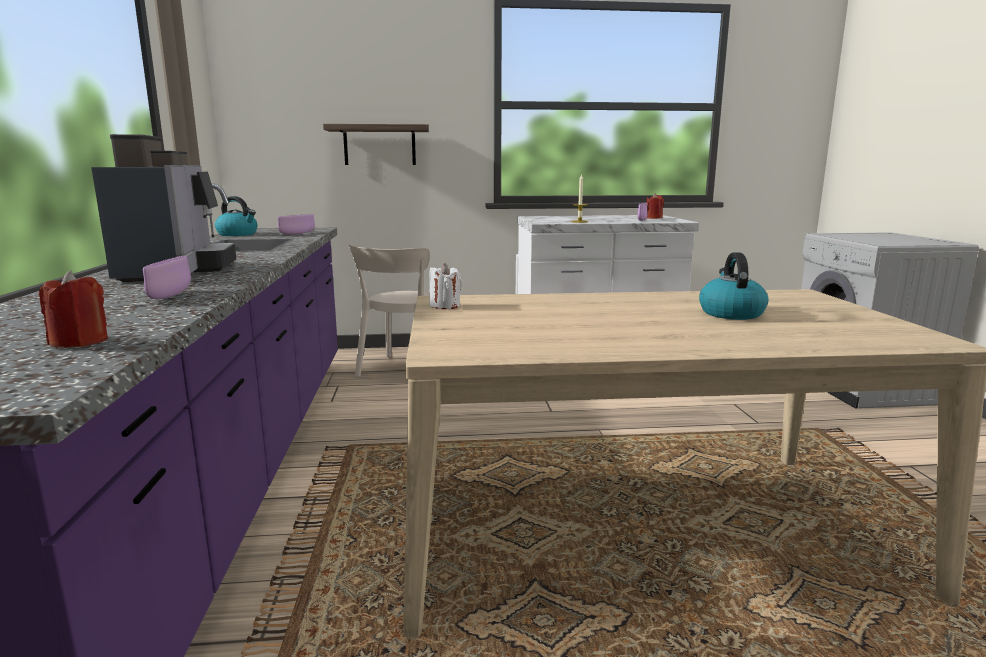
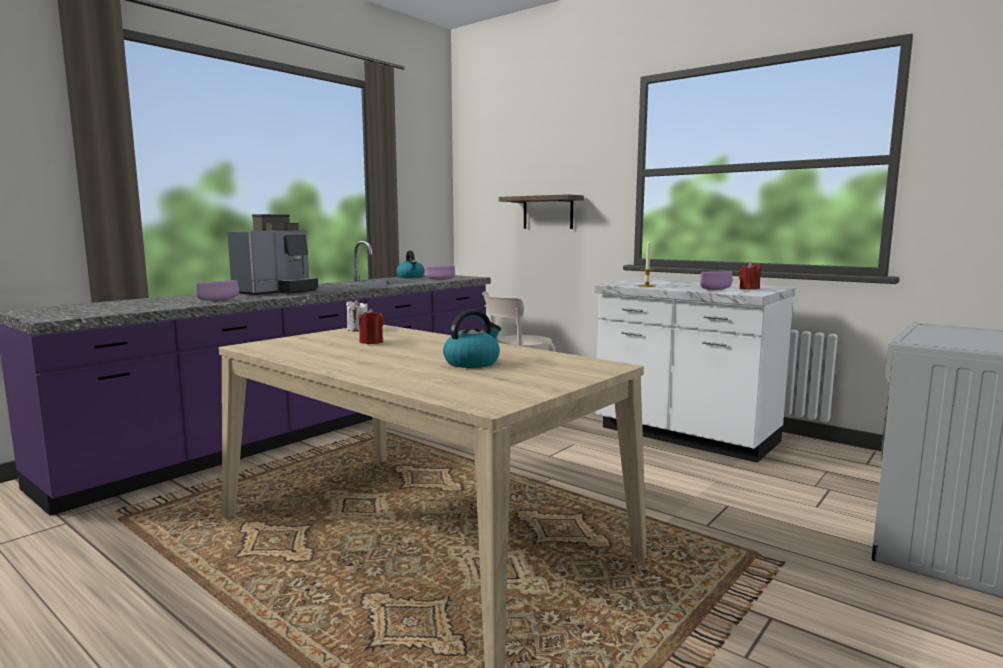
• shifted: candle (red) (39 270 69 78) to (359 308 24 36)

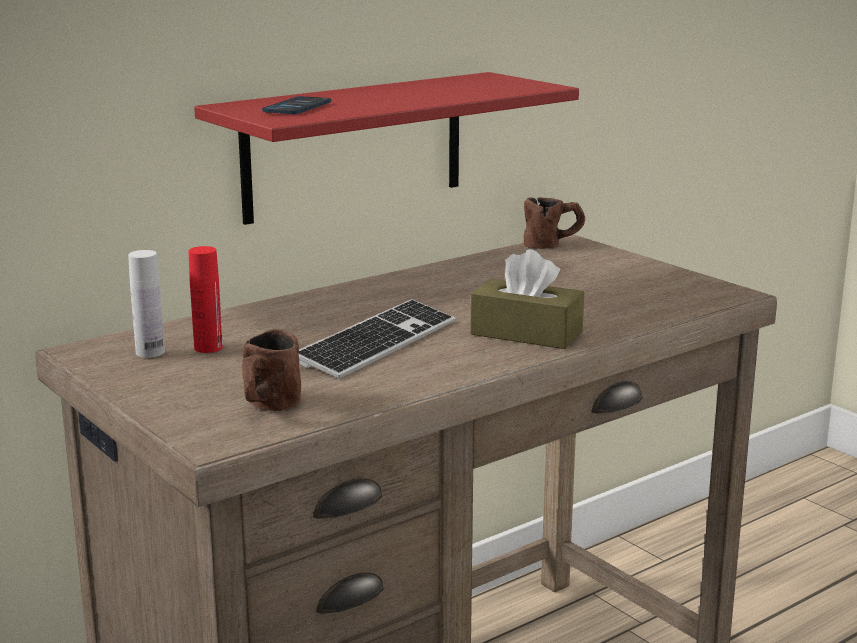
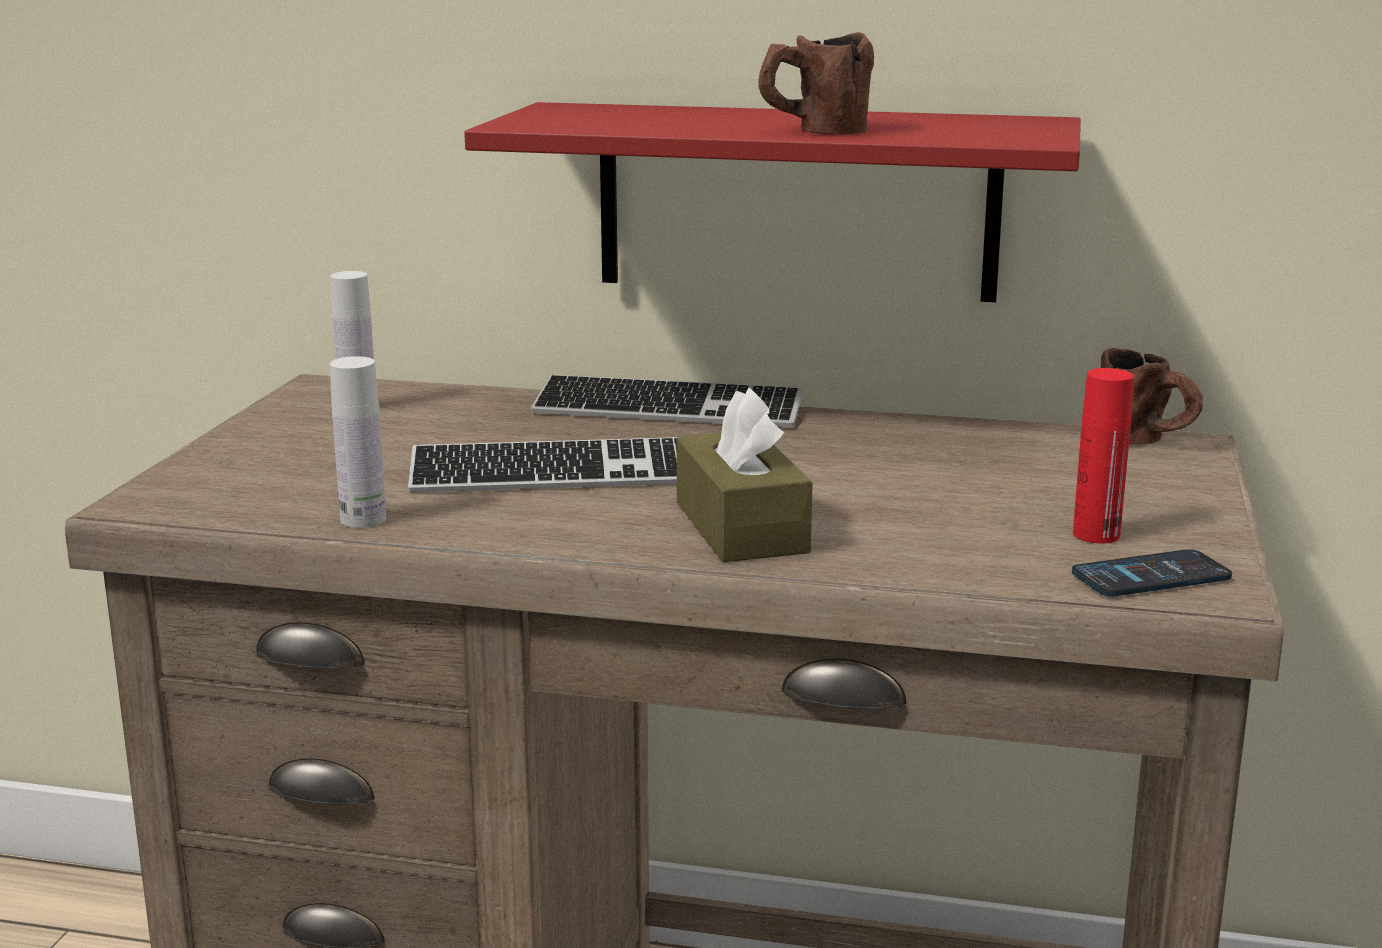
• shifted: bottle (red) (189 246 34 107) to (1073 368 61 176)
• shifted: mug (brown) (242 329 59 82) to (758 32 116 102)
• shifted: phone (262 96 69 18) to (1072 549 160 48)
• new: bottle (white) (330 356 56 172)
• new: keyboard (531 375 272 53)

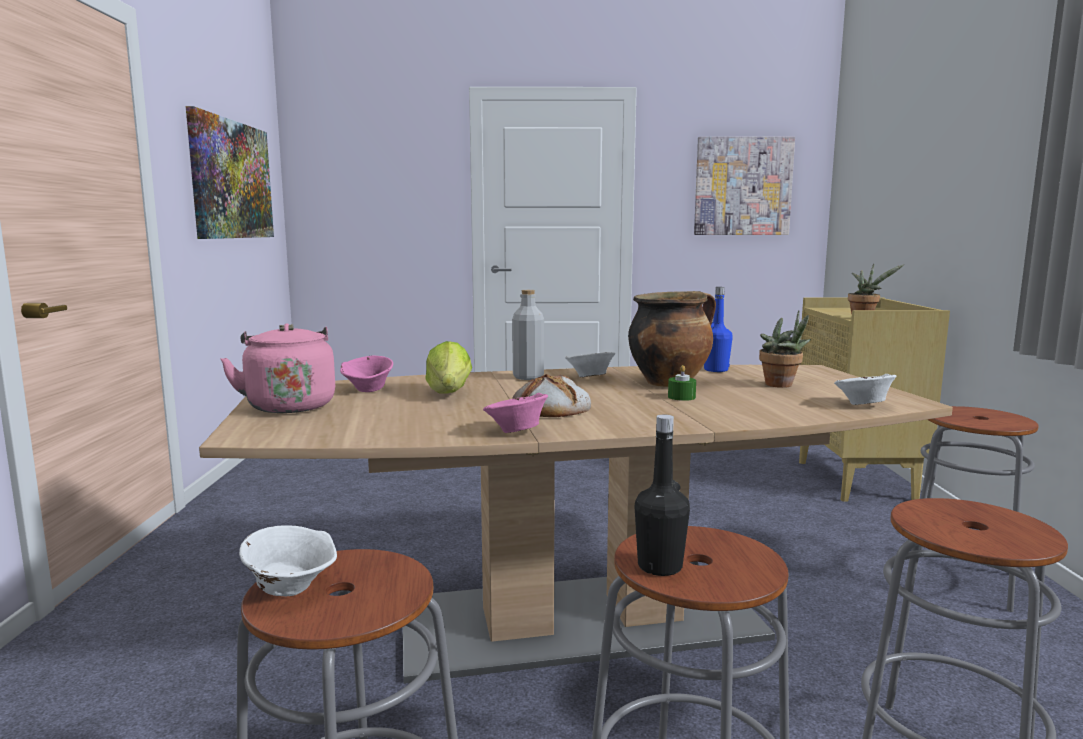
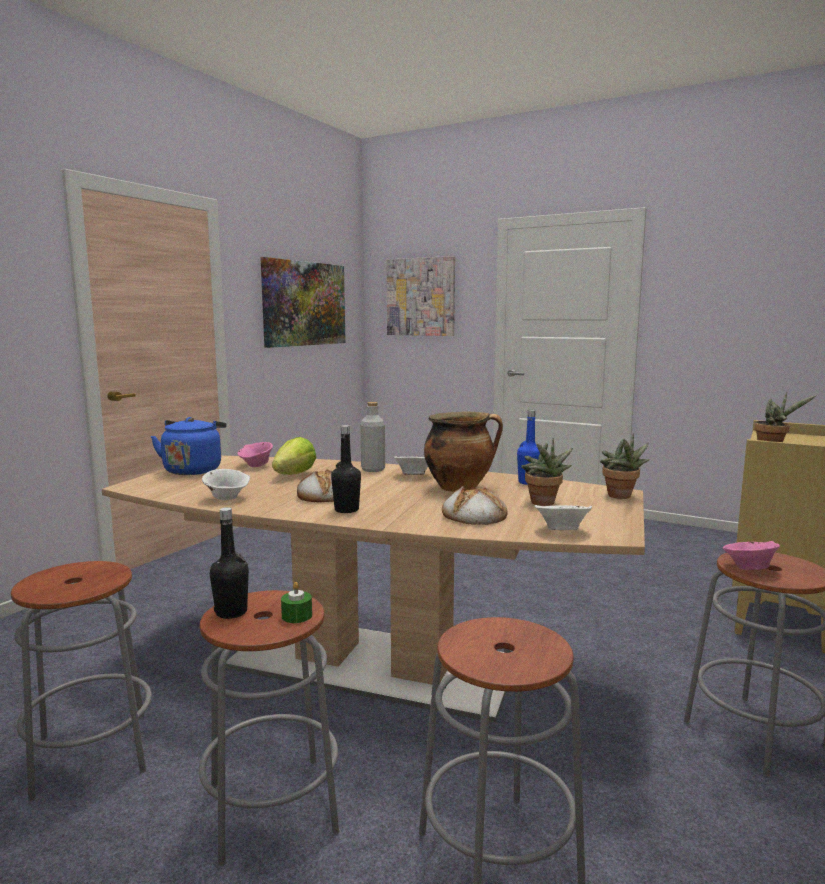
• repainted: kettle (pink) (220 324 115 89) to kettle (blue) (151 417 75 58)
• shifted: bowl (white) (239 526 98 70) to (202 469 48 31)
• shifted: bowl (pink) (483 393 65 40) to (723 541 57 29)
• shifted: candle (green) (668 365 28 36) to (281 582 31 41)
• shifted: picture (694 137 101 98) to (387 256 68 80)
• new: bottle (black) (331 425 30 88)
• new: bread (442 486 65 39)
• new: potted plant (600 433 50 66)

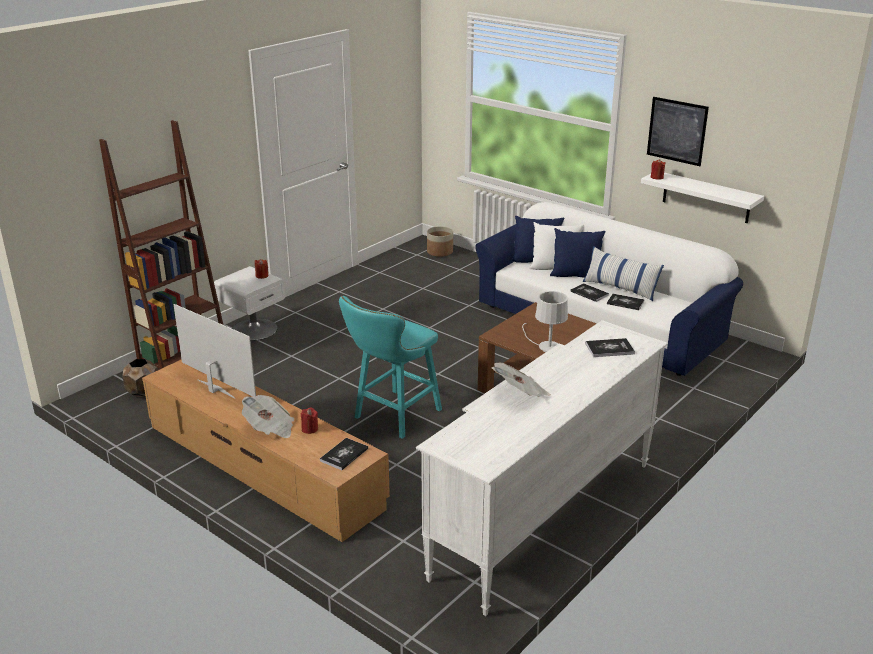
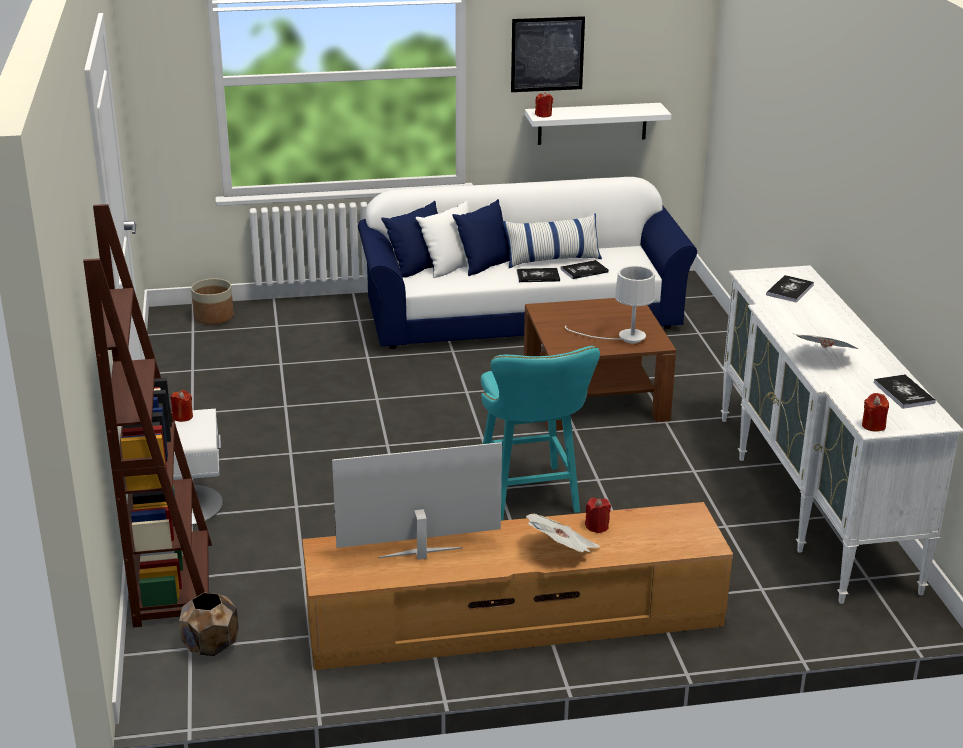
• shifted: book (320 438 48 32) to (873 374 63 35)
• new: candle (red) (862 393 27 39)

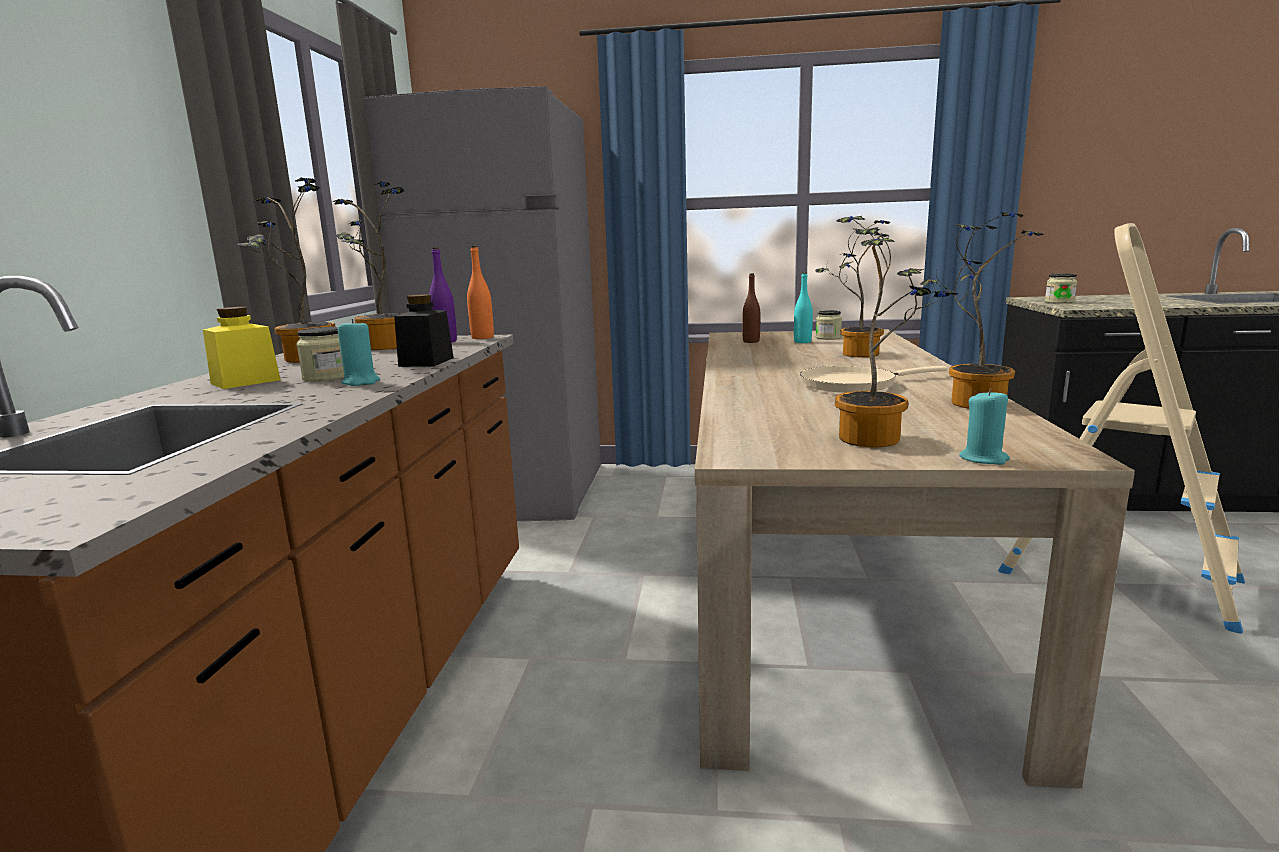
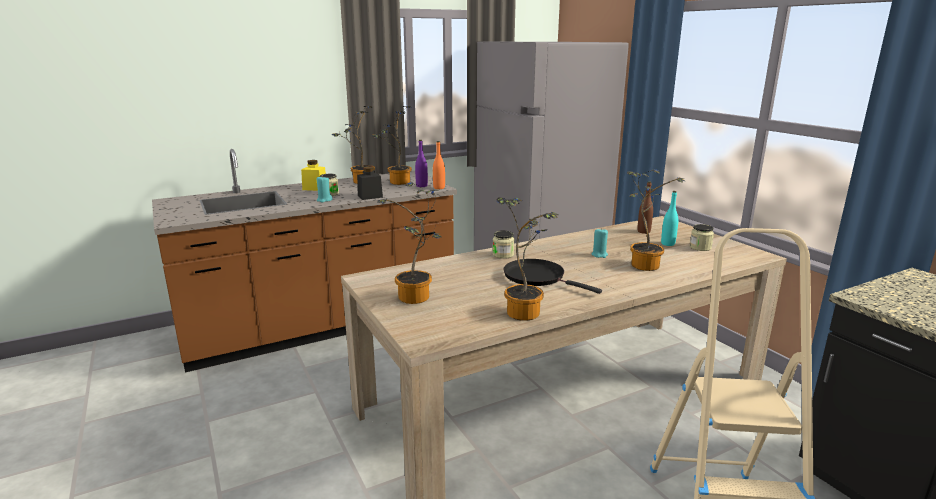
• repainted: frying pan (beige) (800 366 148 27) to frying pan (black) (503 259 99 35)
• shifted: candle (turquoise) (959 389 51 76) to (591 229 17 29)
• shifted: jar (1045 273 32 31) to (493 231 22 28)

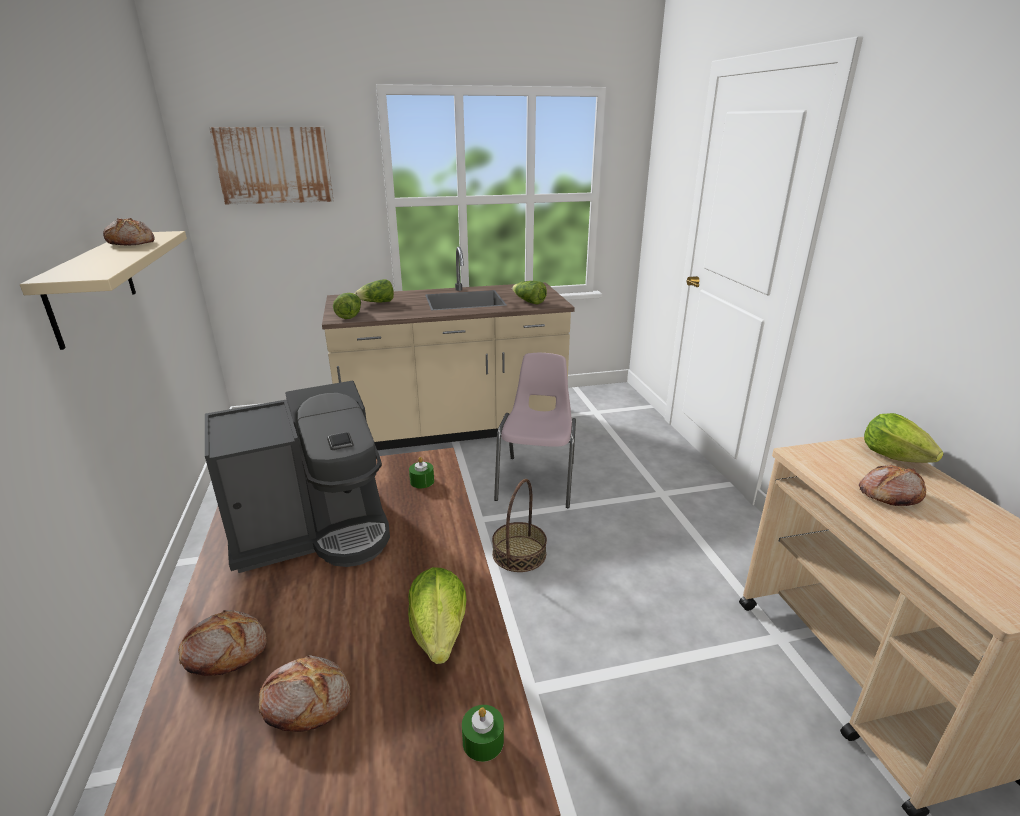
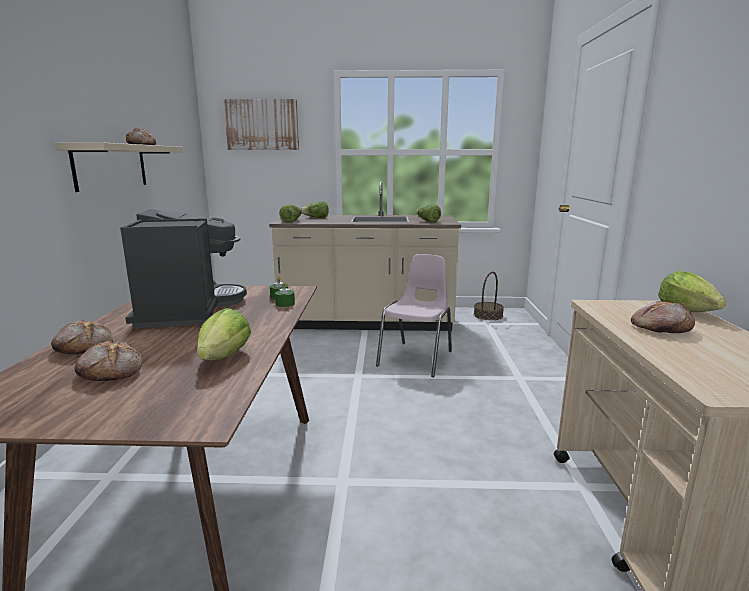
• rotated: coffee machine (205 380 185 193) = (120 209 127 120) 90 degrees counterclockwise
• shifted: candle (green) (462 705 42 57) to (275 282 20 25)
• shifted: basket (492 479 55 93) to (474 272 30 48)

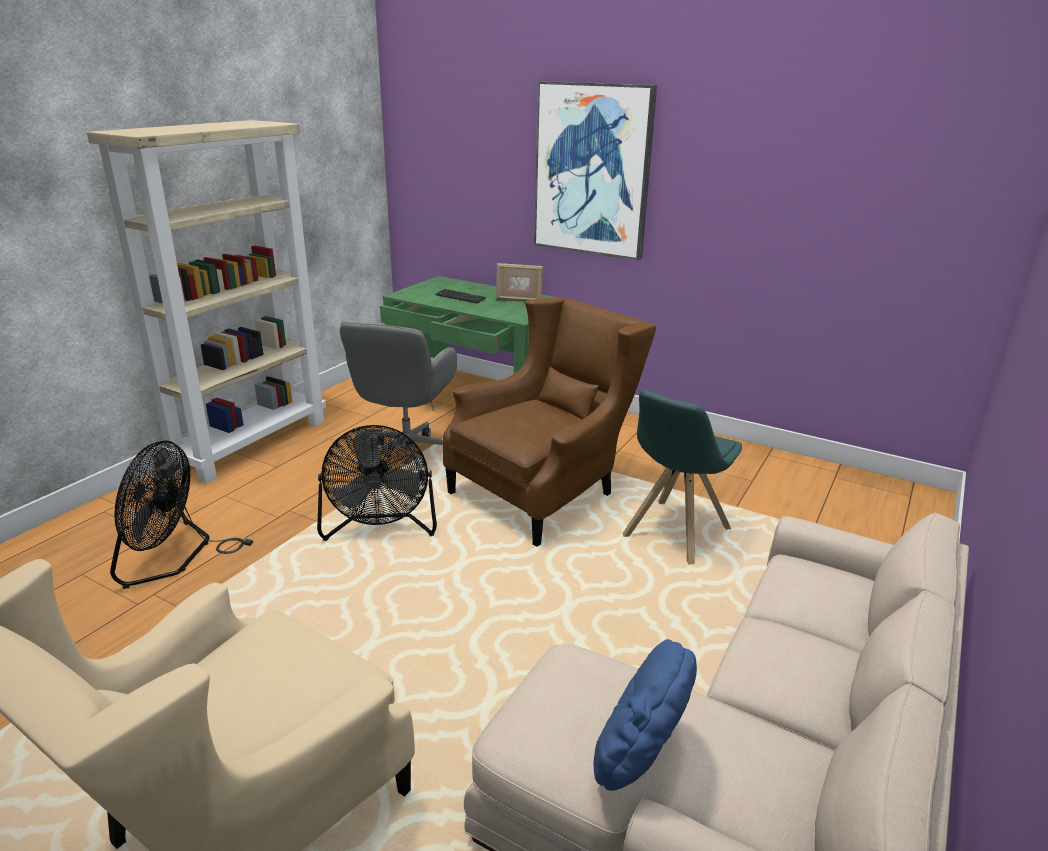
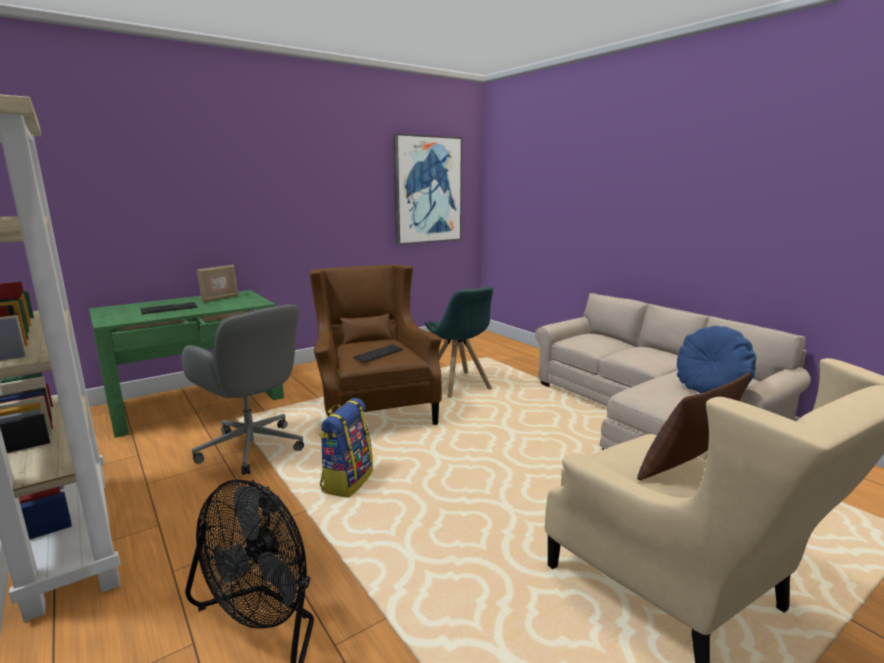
• swapped: fan (black) (317 425 120 116) to backpack (319 398 54 100)
• shifted: picture (534 81 123 179) to (393 133 69 112)
• new: keyboard (354 344 49 19)
• new: pillow (brown) (637 372 114 109)

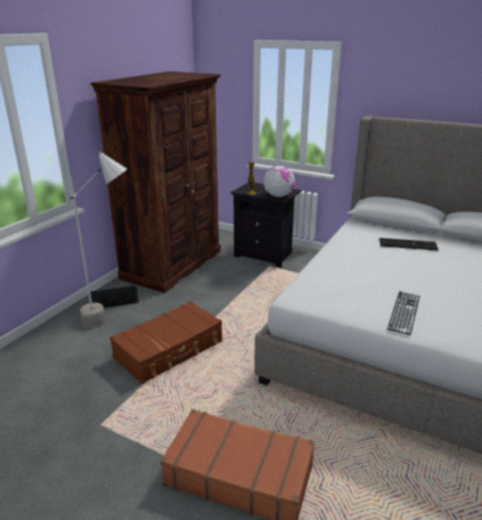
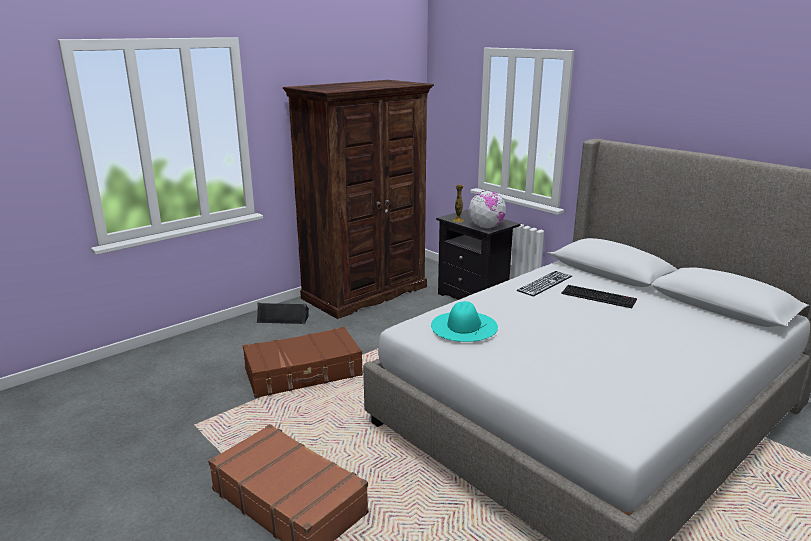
• gone: floor lamp (grey) (66 151 61 177)
• shifted: keyboard (387 291 33 44) to (516 271 56 26)
• new: hat (turquoise) (431 301 67 41)

